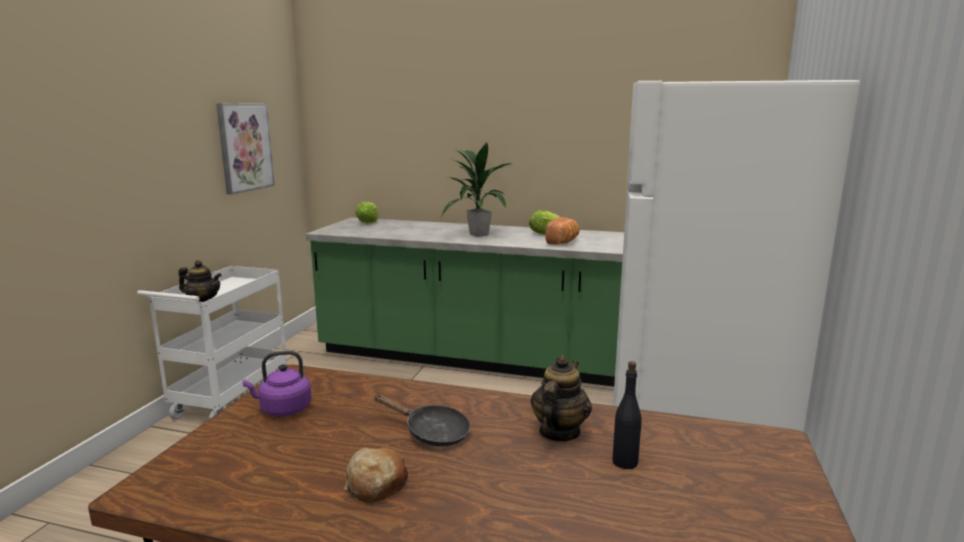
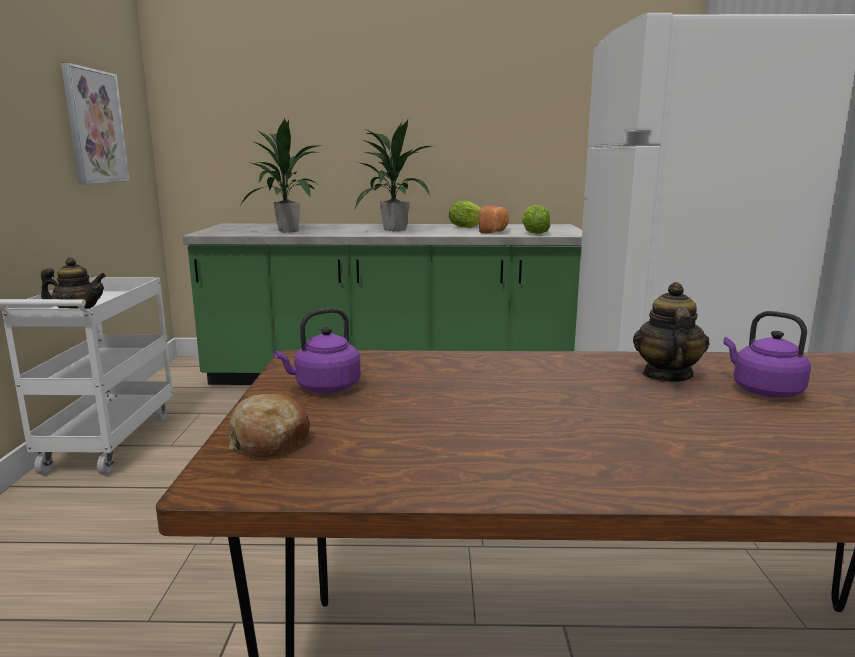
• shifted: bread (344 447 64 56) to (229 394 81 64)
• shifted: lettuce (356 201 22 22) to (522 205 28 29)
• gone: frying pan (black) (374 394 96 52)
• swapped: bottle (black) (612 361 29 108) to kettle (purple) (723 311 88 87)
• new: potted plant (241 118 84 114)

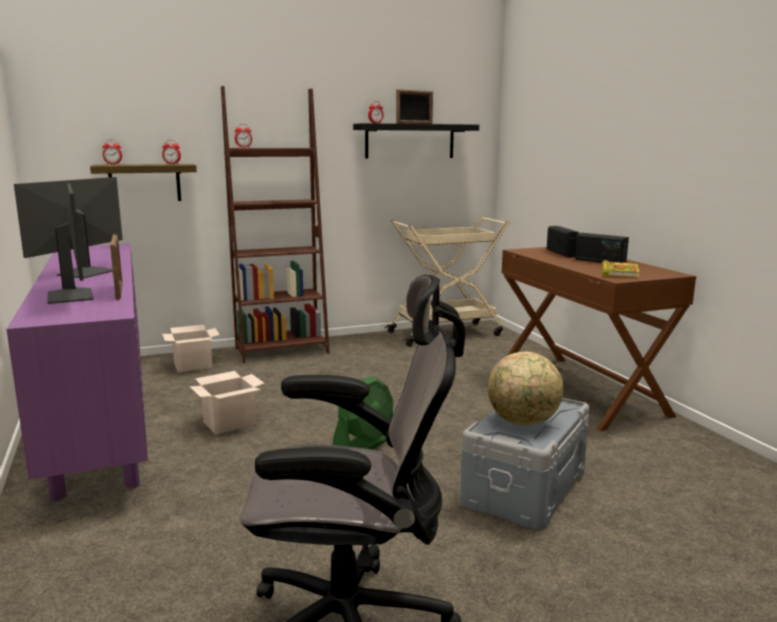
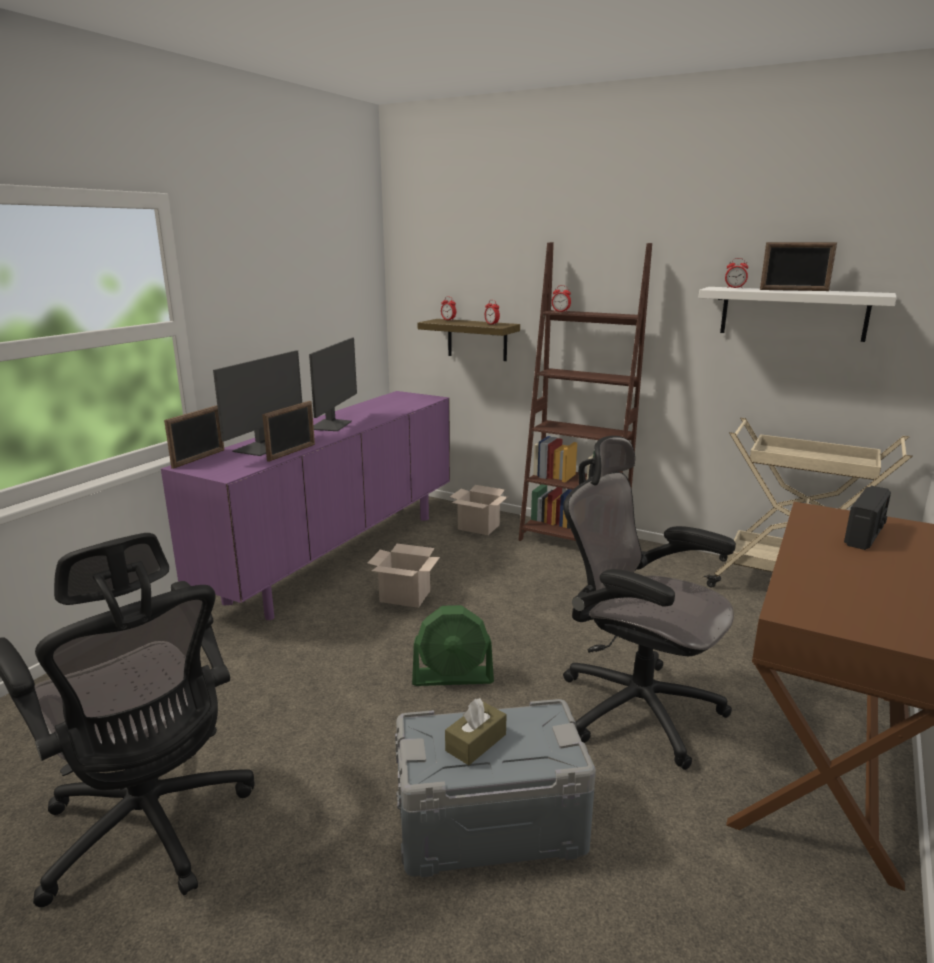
• rotated: monitor (14 177 109 102) = (309 338 48 93) 120 degrees clockwise
• repainted: shelf (black) (353 123 126 36) to shelf (white) (698 287 199 55)
• swapped: globe (488 352 75 74) to tissue box (brown) (445 698 61 67)
• gone: radio (575 233 54 30)
• gone: book (602 260 38 17)
• new: picture frame (164 405 60 64)
• new: office chair (563 436 173 334)

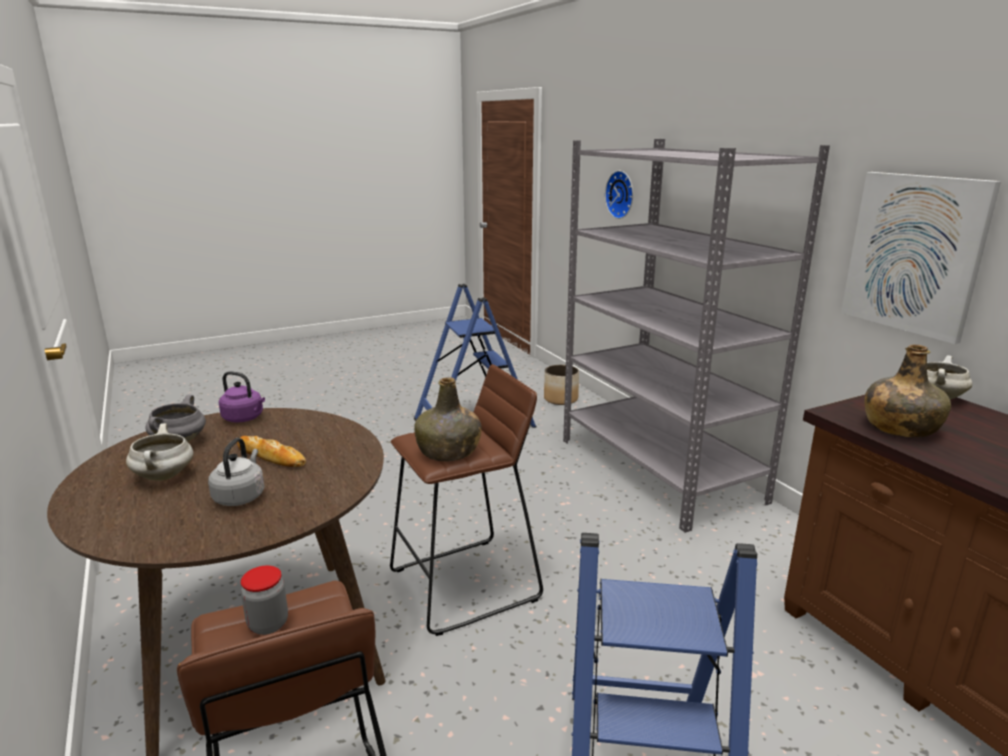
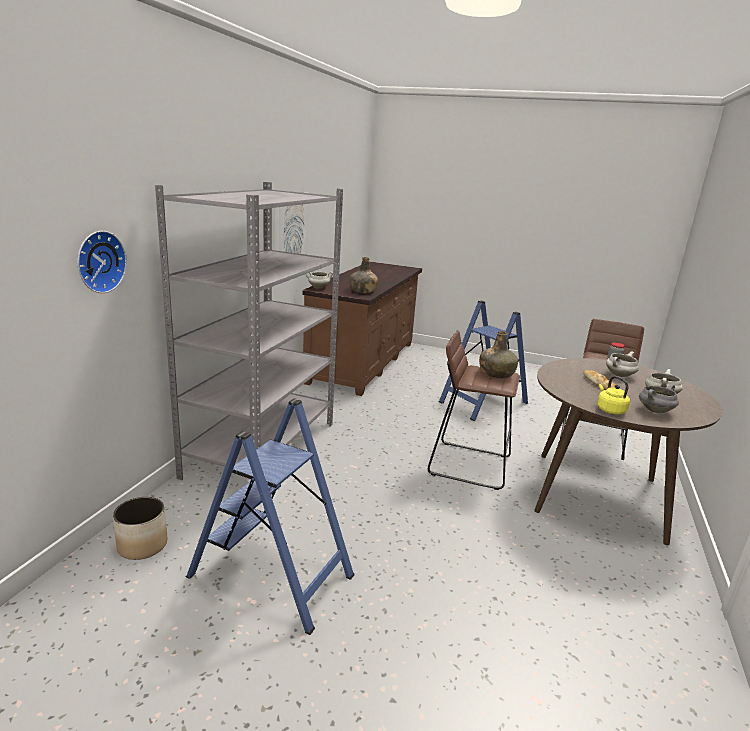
• swapped: kettle (grey) (208 438 57 68) to cooking pot (white) (606 351 33 26)
• repainted: kettle (purple) (219 371 46 52) to kettle (yellow) (597 376 33 39)

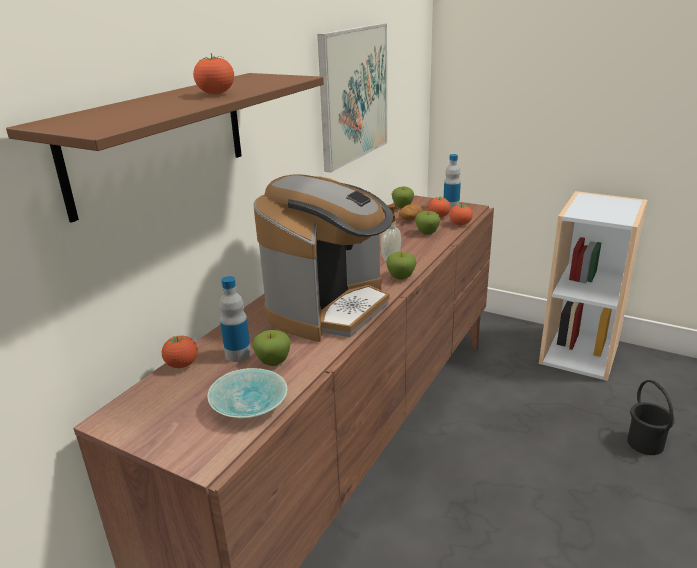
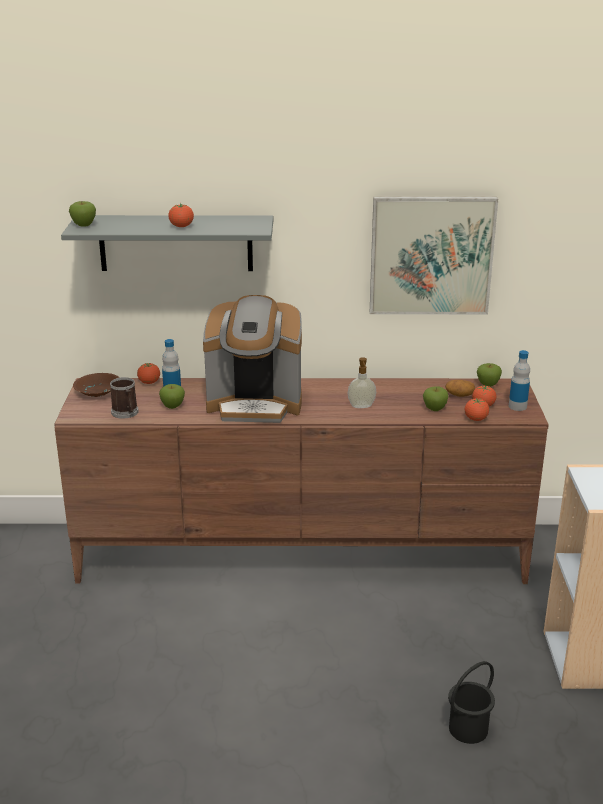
• repainted: shelf (brown) (6 73 318 150) to shelf (grey) (61 215 212 56)
• swapped: bowl (turquoise) (207 368 80 51) to mug (110 377 29 42)
• shifted: apple (386 252 31 27) to (69 201 27 25)
• new: bowl (brown) (73 373 47 24)

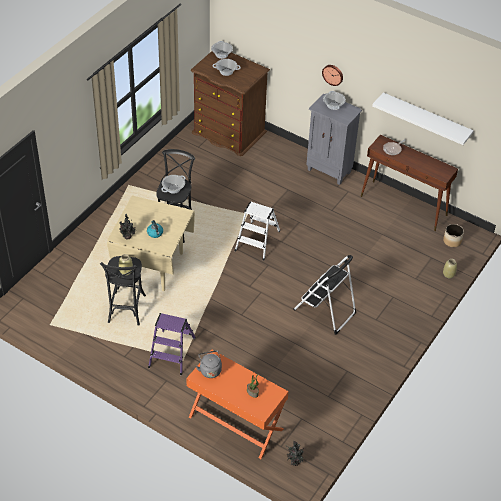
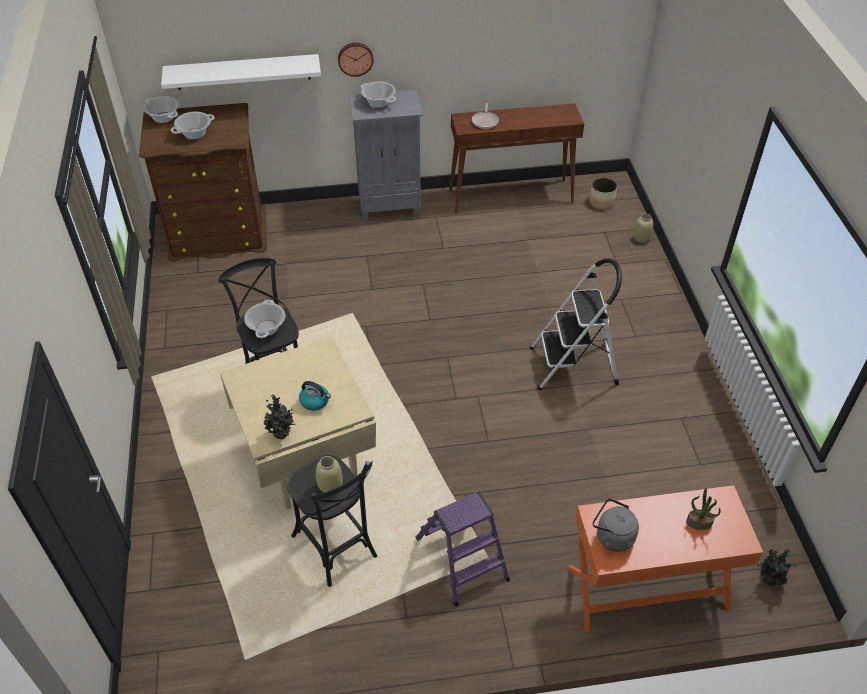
• gone: step ladder (white) (235 201 46 60)
• shifted: shelf (white) (372 92 102 53) to (161 54 160 36)

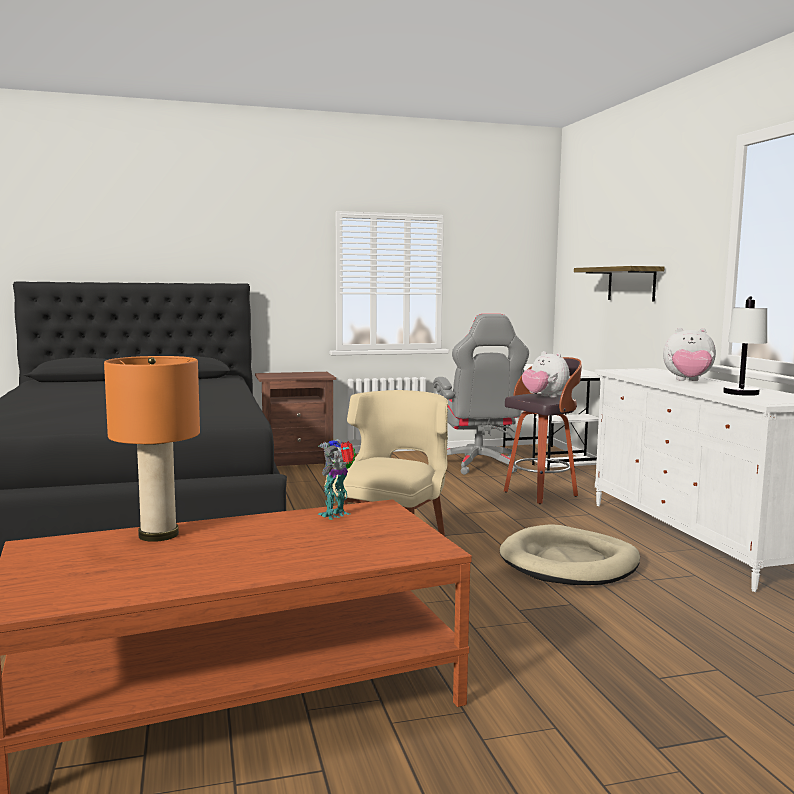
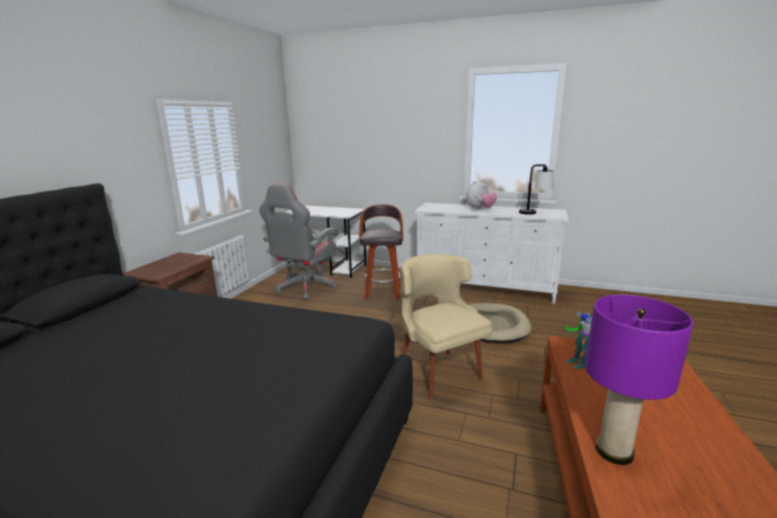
• repainted: table lamp (orange) (104 356 96 186) to table lamp (purple) (585 295 108 170)
• rotated: office chair (grey) (433 314 96 161) = (259 183 80 117) 90 degrees clockwise
• gone: plush toy (522 351 48 47)
• gone: shelf (574 266 91 36)

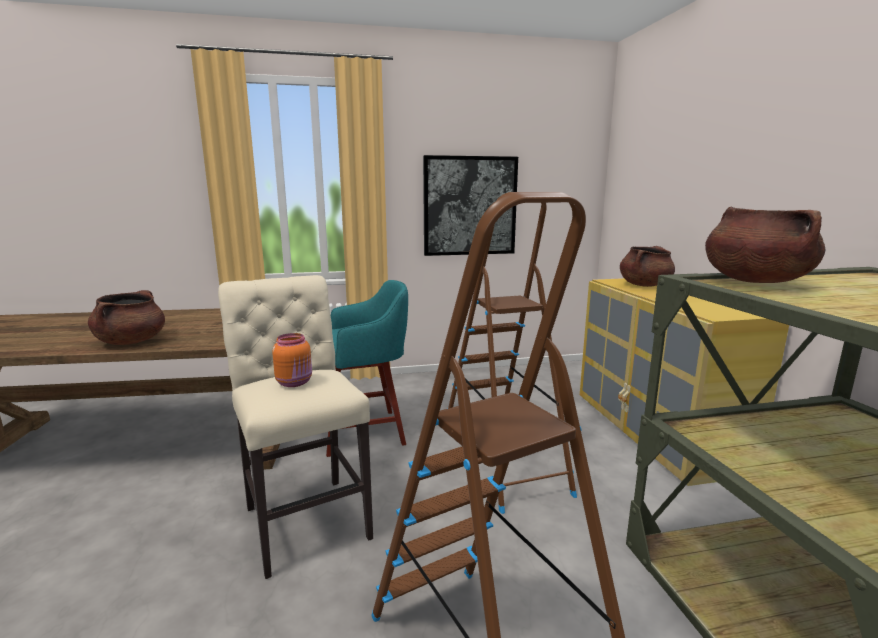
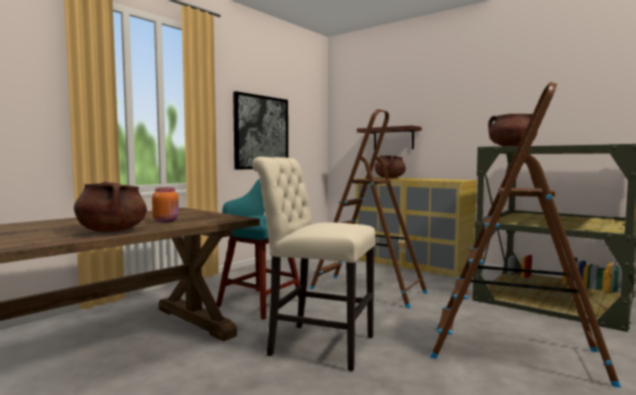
• shifted: jar (orange) (272 333 40 54) to (152 187 27 35)
• new: shelf (357 125 65 25)

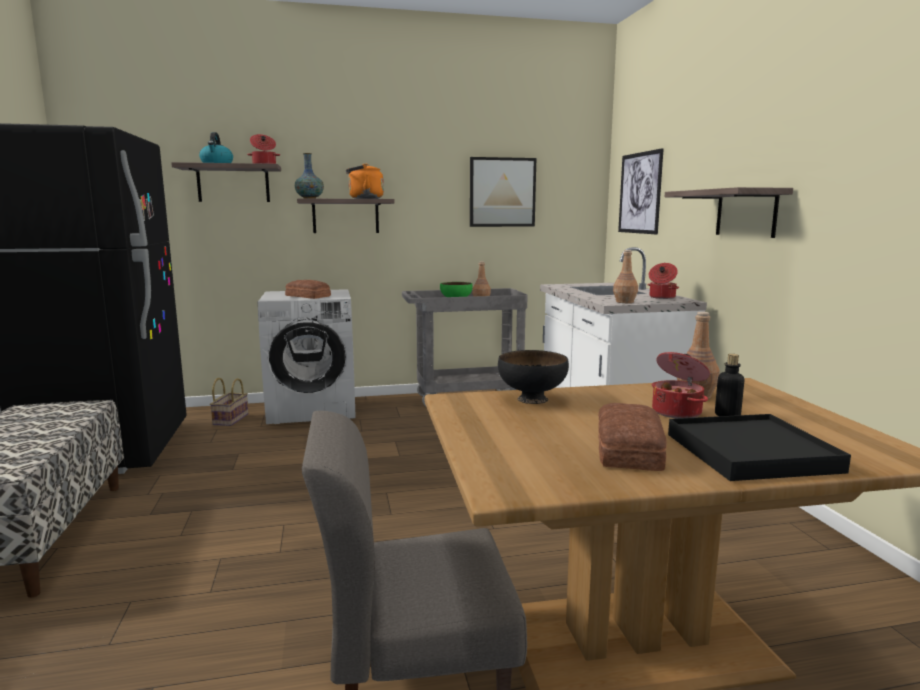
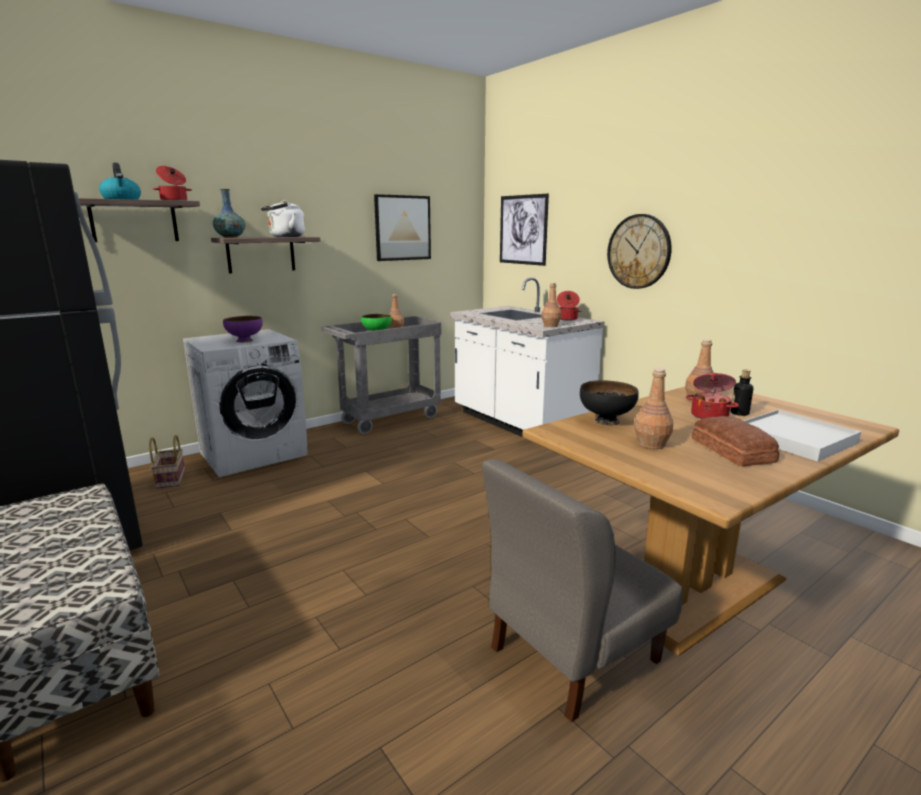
• swapped: bread (285 280 46 19) to bowl (purple) (223 316 40 26)
• repainted: kettle (orange) (346 163 38 36) to kettle (white) (261 201 44 36)
• swapped: shelf (665 187 128 51) to wall clock (607 214 65 75)
• repainted: tray (black) (668 414 183 67) to tray (white) (744 410 117 52)
• new: bottle (brown) (634 368 40 81)

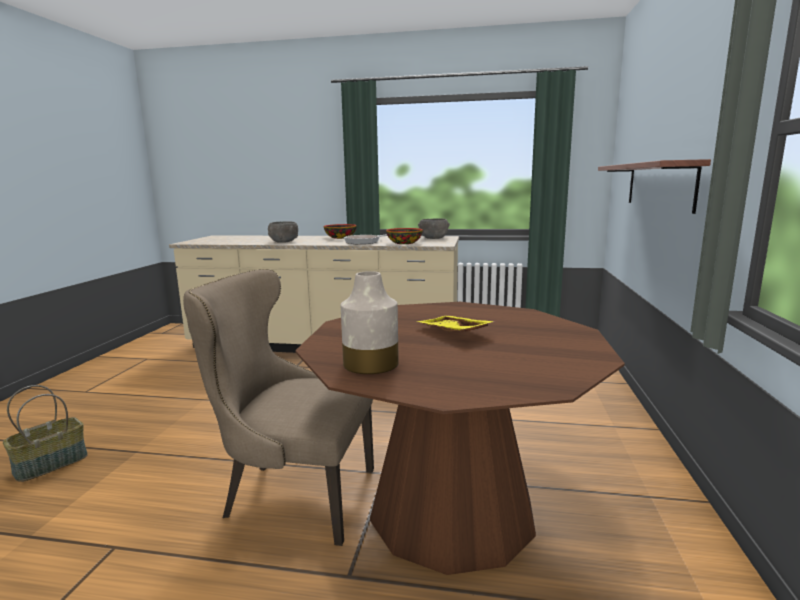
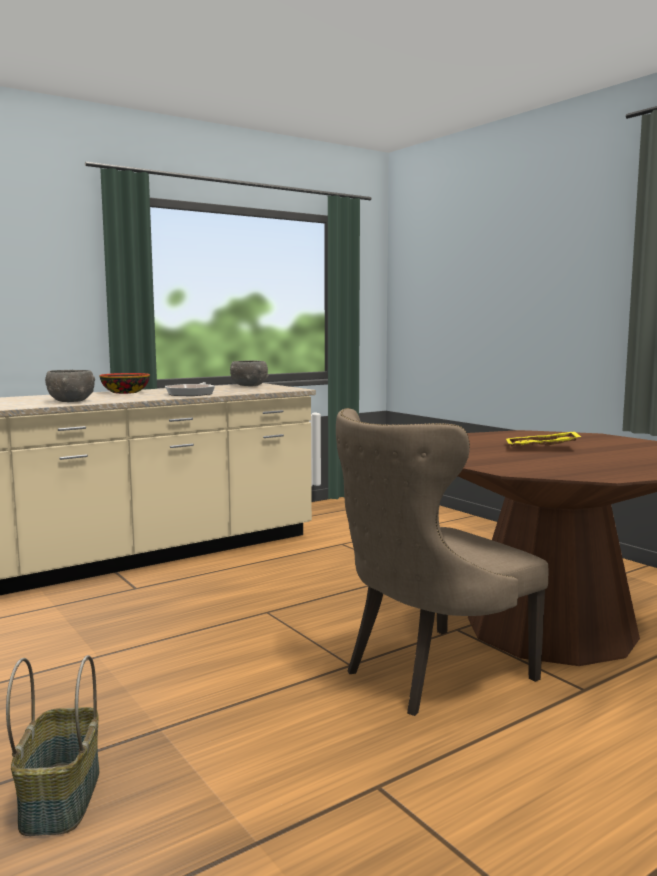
• gone: vase (beige) (341 271 58 103)
• gone: bowl (386 228 37 16)
• gone: shelf (598 159 113 55)

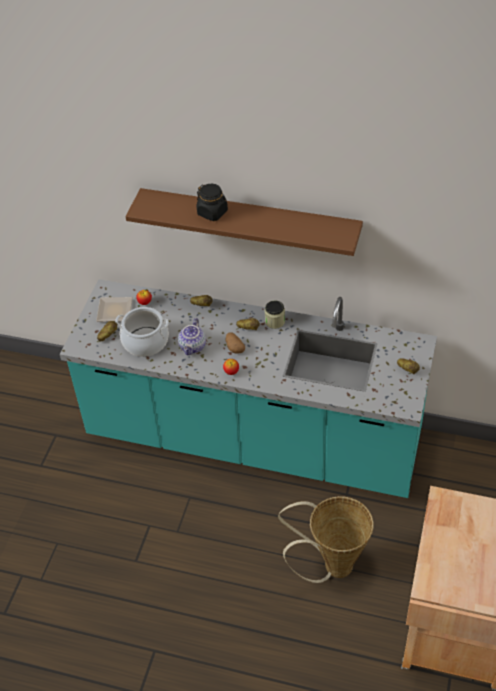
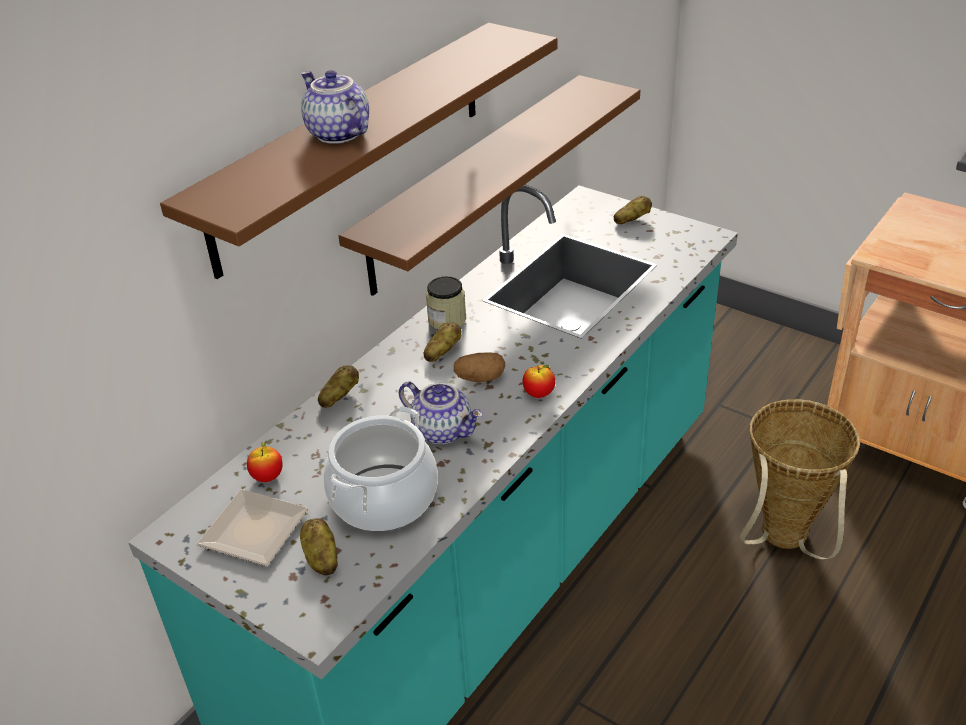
• swapped: jar (black) (196 184 32 37) to teapot (301 70 68 74)
• new: shelf (brown) (338 75 302 221)

